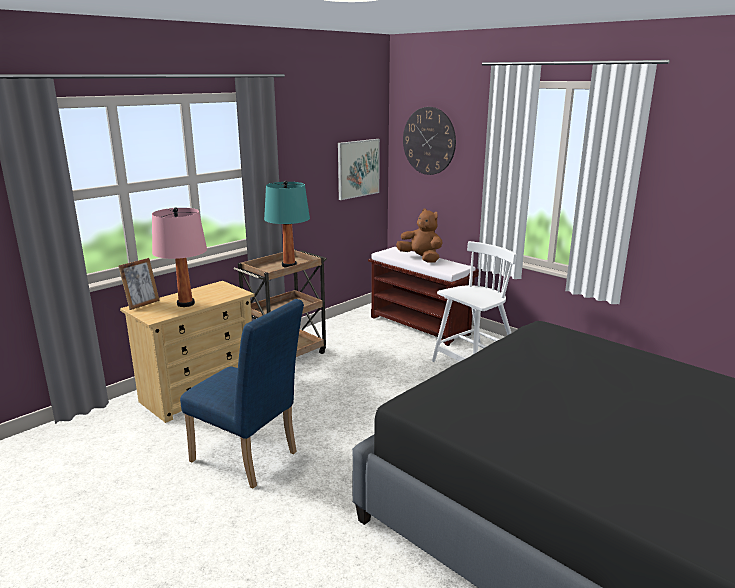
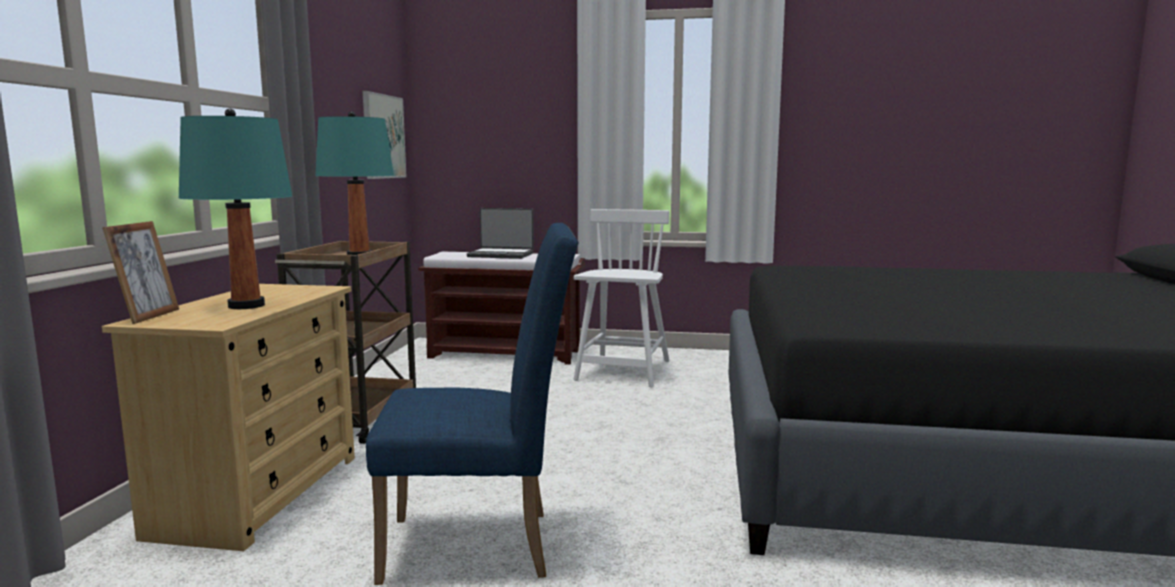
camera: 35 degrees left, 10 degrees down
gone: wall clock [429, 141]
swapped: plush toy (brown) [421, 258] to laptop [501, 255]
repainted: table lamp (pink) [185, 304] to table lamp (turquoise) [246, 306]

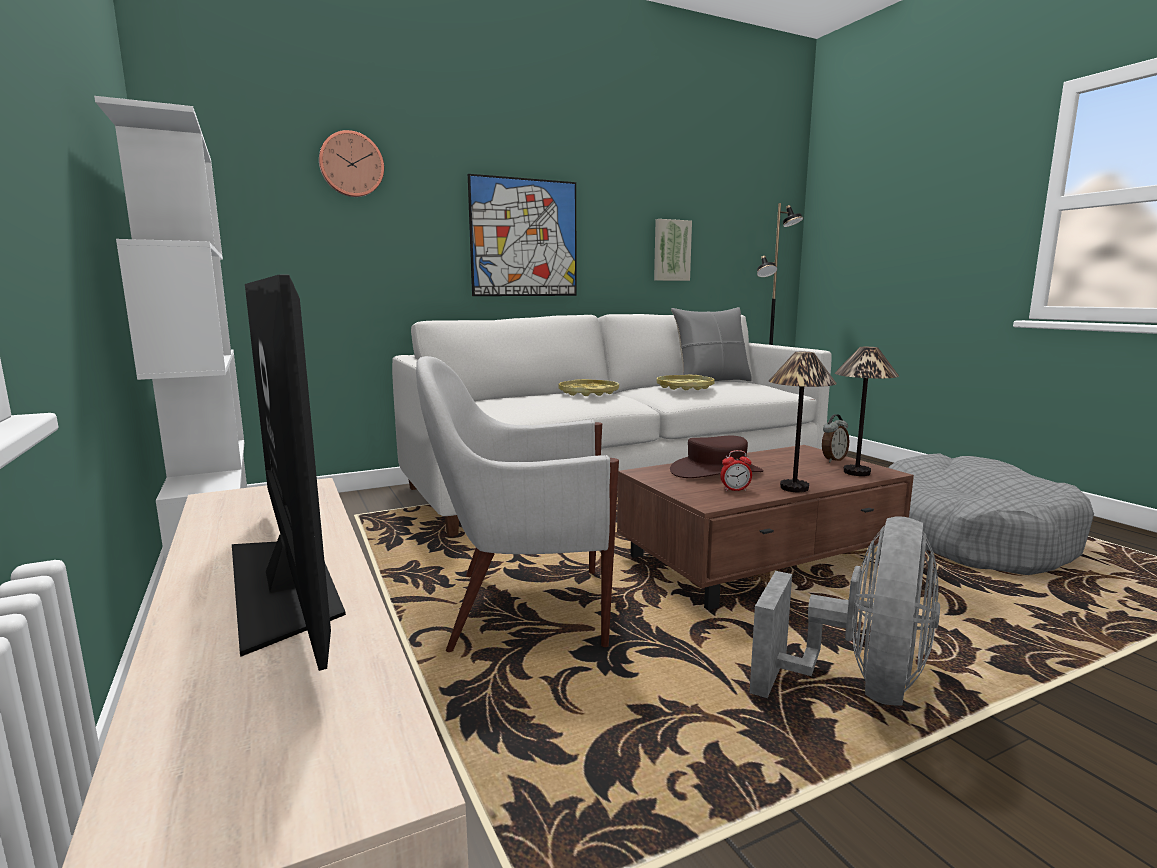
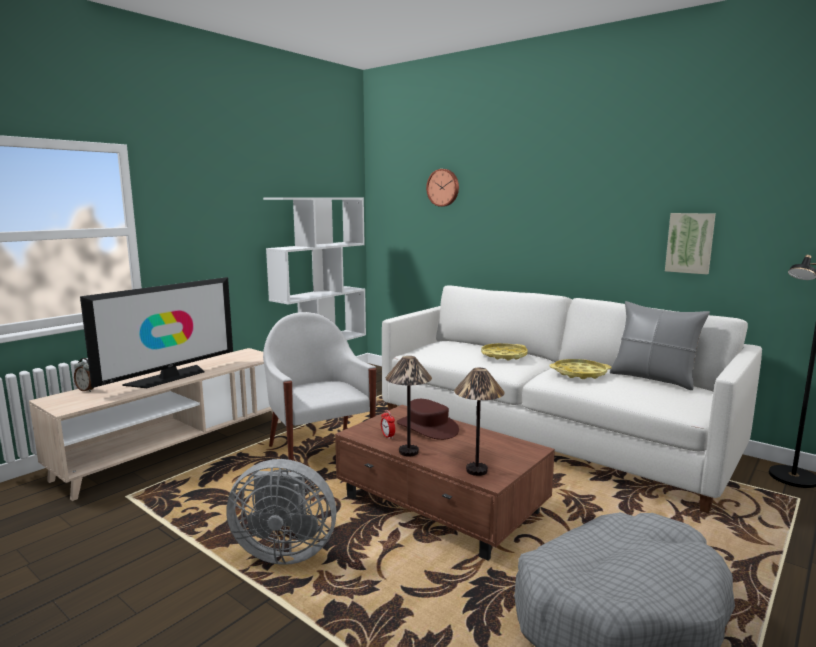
camera: 65 degrees right, 0 degrees up
gone: picture [524, 238]
shifted: alarm clock [833, 460] to [87, 390]

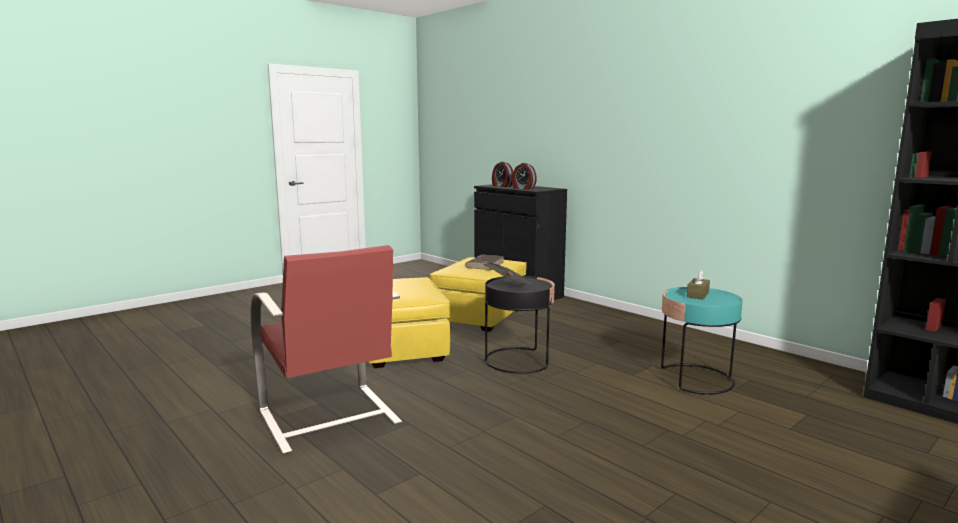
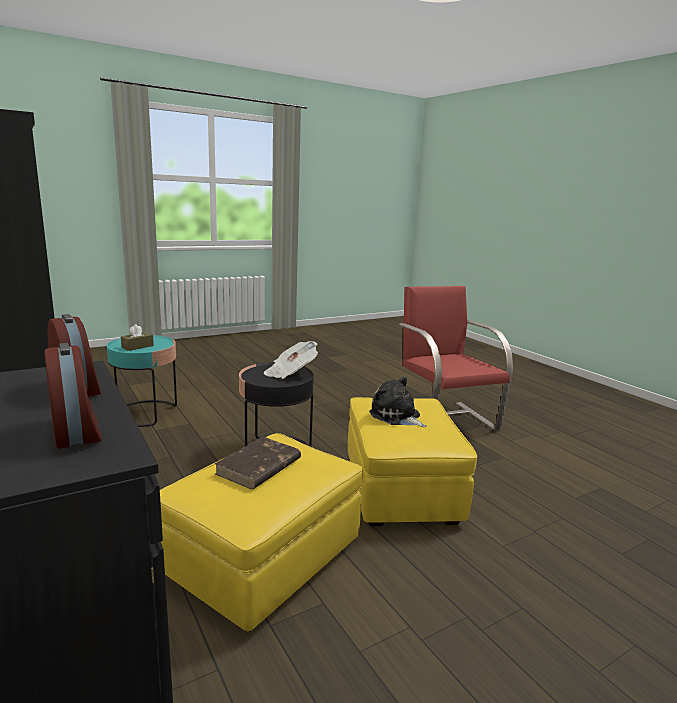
camera: 170 degrees left, 5 degrees up
new: plush toy [396, 416]

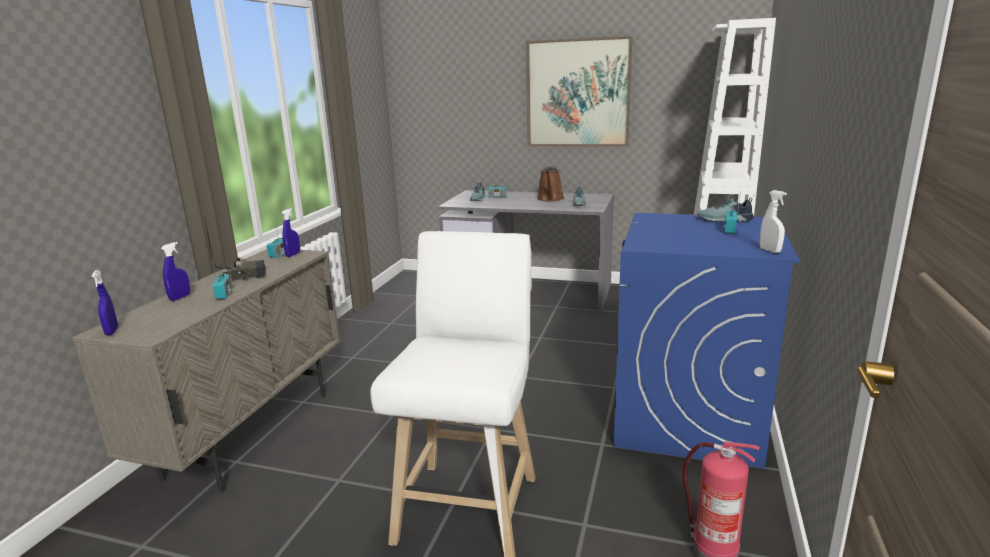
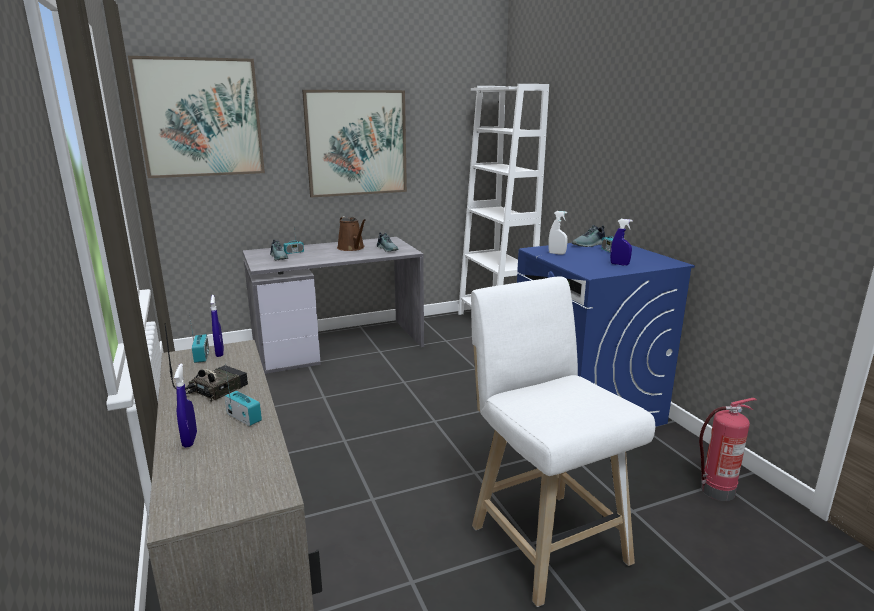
camera: 40 degrees left, 0 degrees up
new: picture [200, 118]
shifted: spray bottle (blue) [112, 331] to [619, 264]; spray bottle (white) [770, 251] to [557, 253]

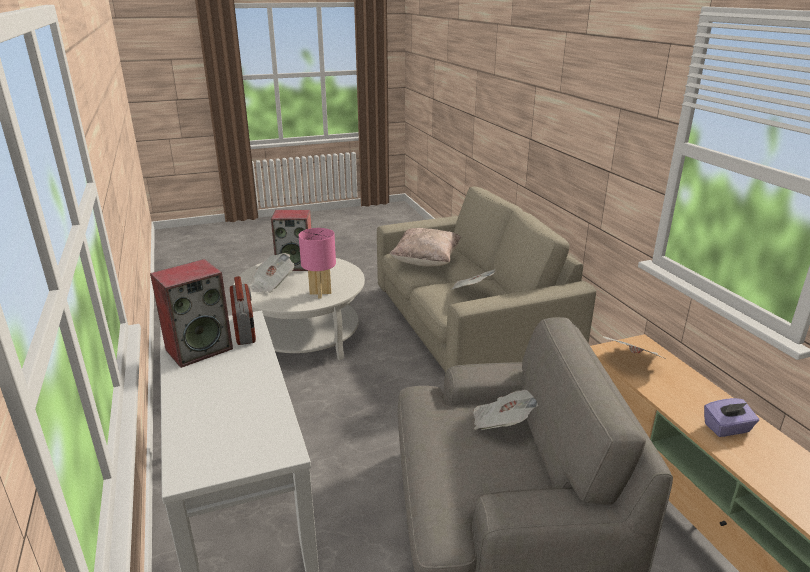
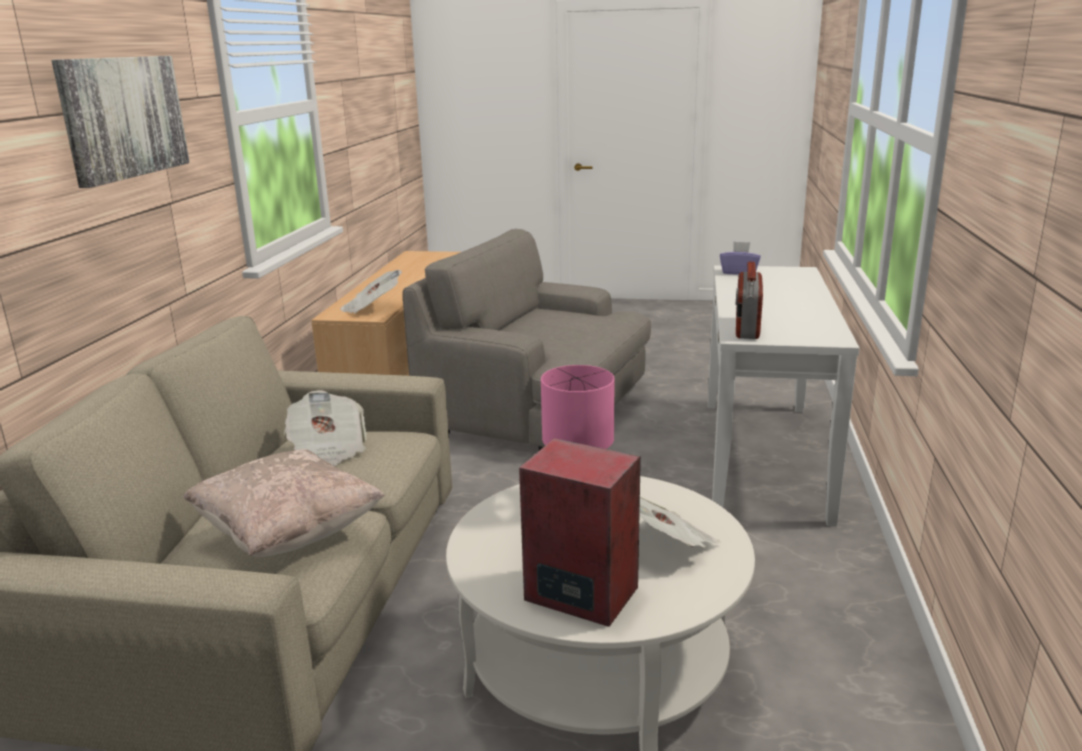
camera: 150 degrees left, 5 degrees down
gone: speaker [199, 348]; newspaper [502, 423]
new: picture [123, 117]
shifted: tissue box (purple) [727, 428] to [739, 272]

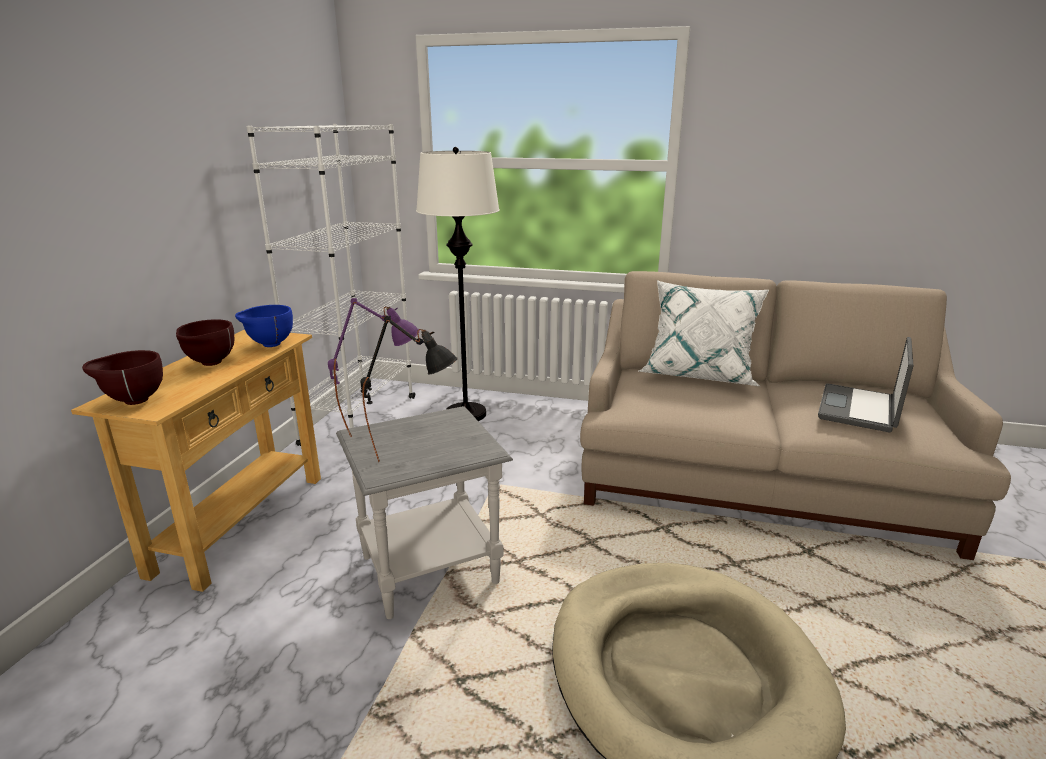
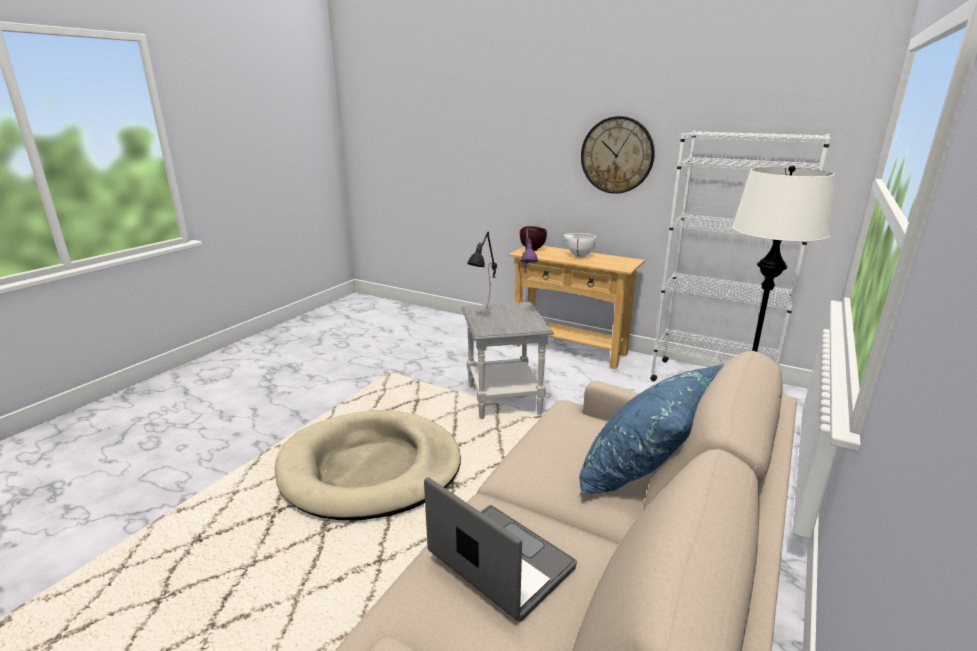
camera: 105 degrees right, 0 degrees up
gone: bowl (blue) [269, 345]
new: wall clock [617, 155]
repainted: bowl (brown) [210, 364] to bowl (white) [578, 256]; pillow (white) [699, 374] to pillow (blue) [644, 473]

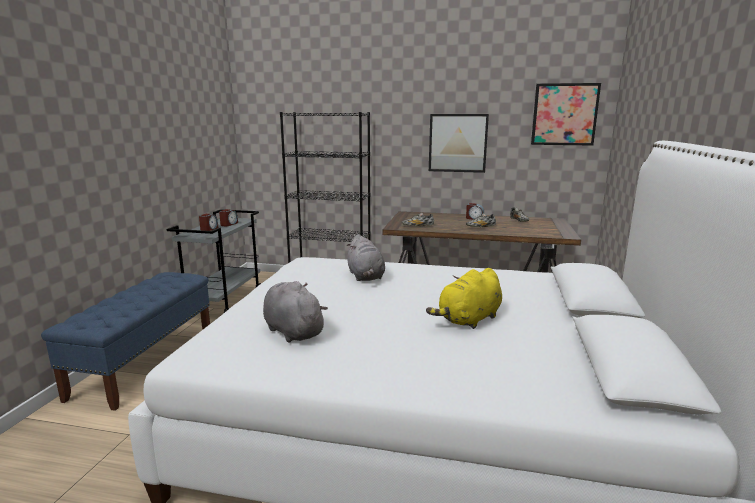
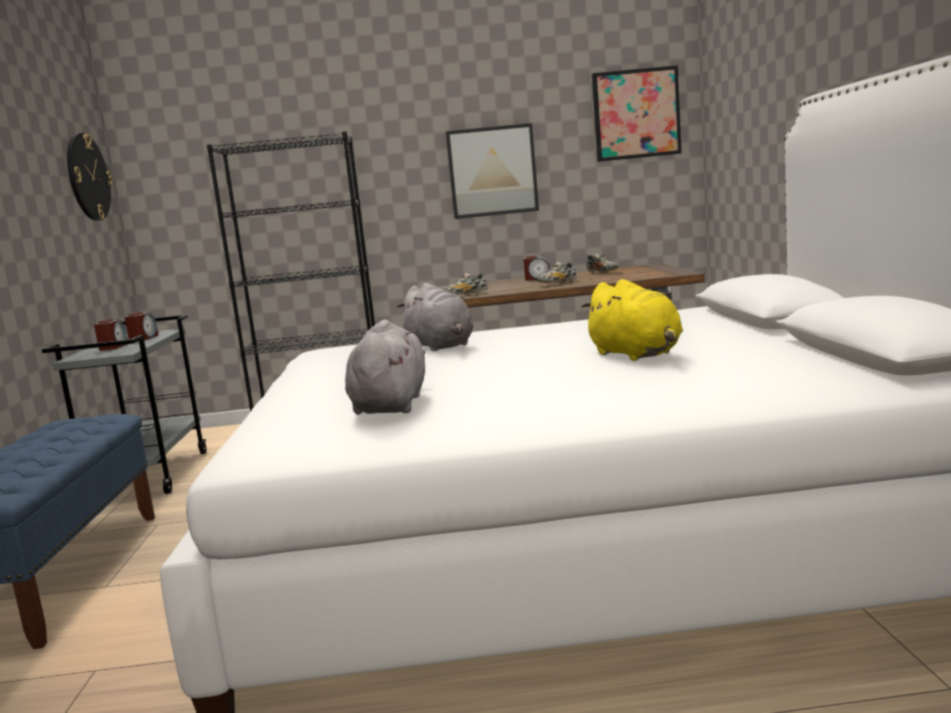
camera: 15 degrees left, 5 degrees down
new: wall clock [88, 177]
rotated: plush toy (grey) [292, 331] = [391, 405] 60 degrees clockwise; plush toy (yellow) [468, 320] = [637, 355] 60 degrees counterclockwise

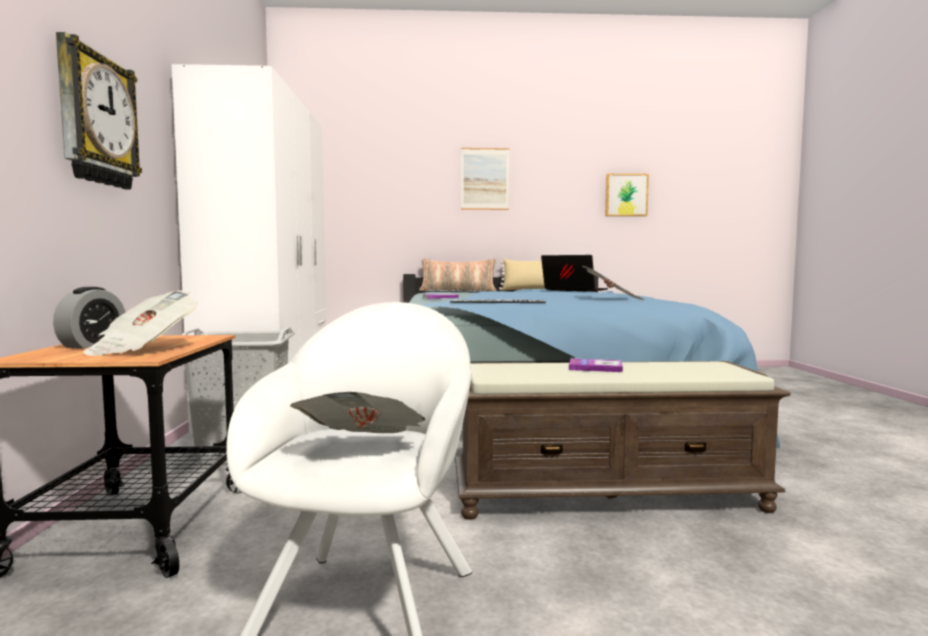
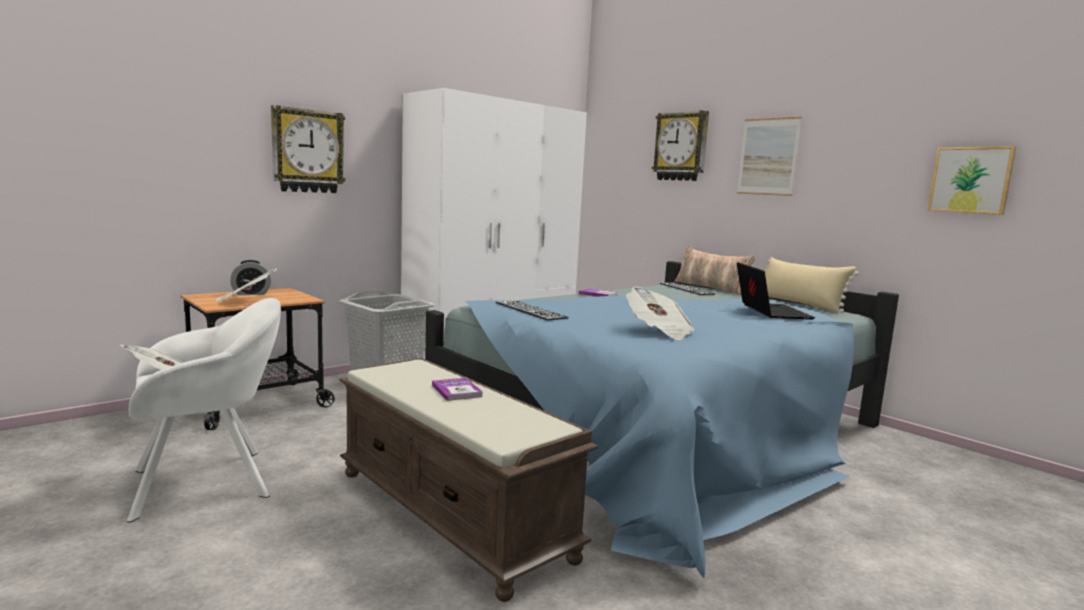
camera: 50 degrees right, 5 degrees up
new: wall clock [681, 146]

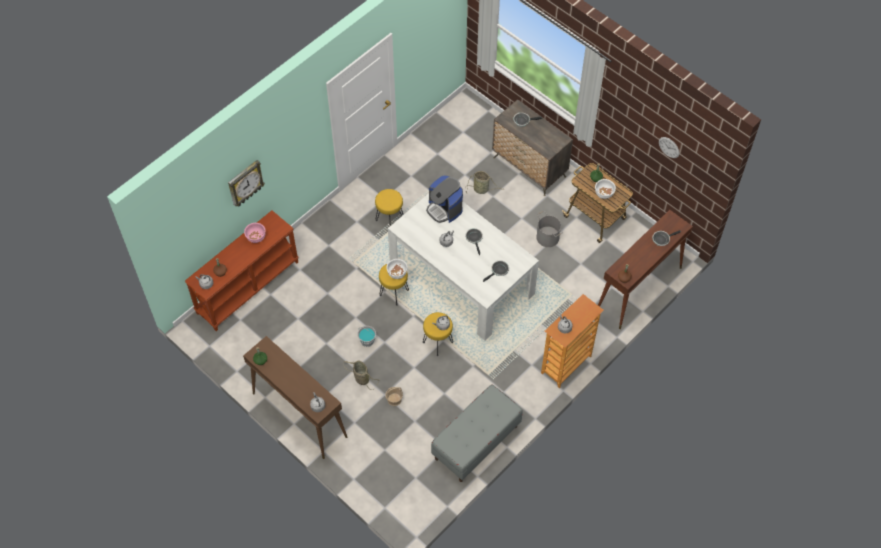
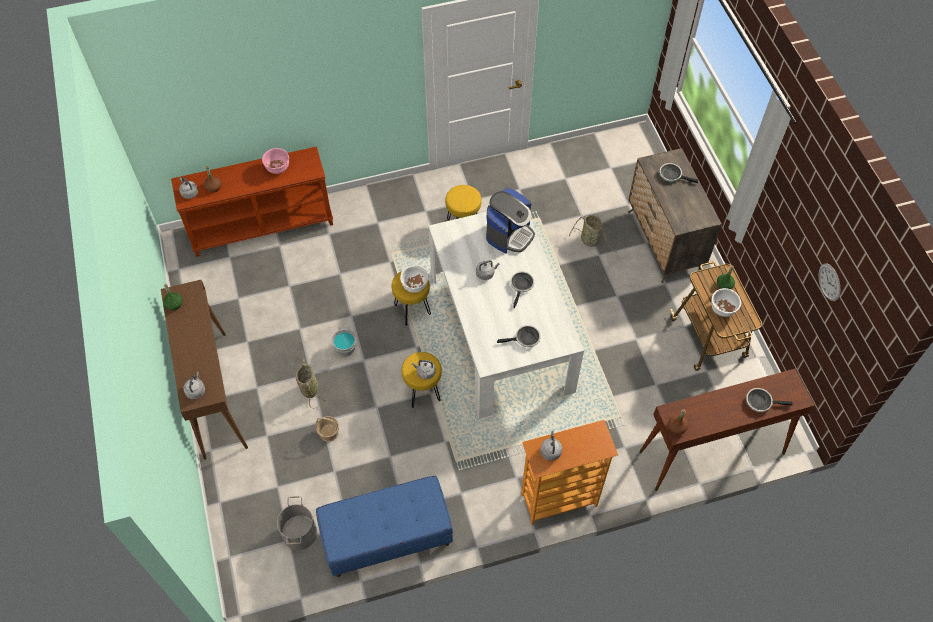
camera: 30 degrees right, 0 degrees up
gone: wall clock [245, 183]
shifted: bucket (grey) [547, 237] to [299, 533]
repainted: bench (grey) [476, 443] to bench (blue) [387, 538]
rotated: coffee machine [444, 209] = [509, 234] 135 degrees counterclockwise

